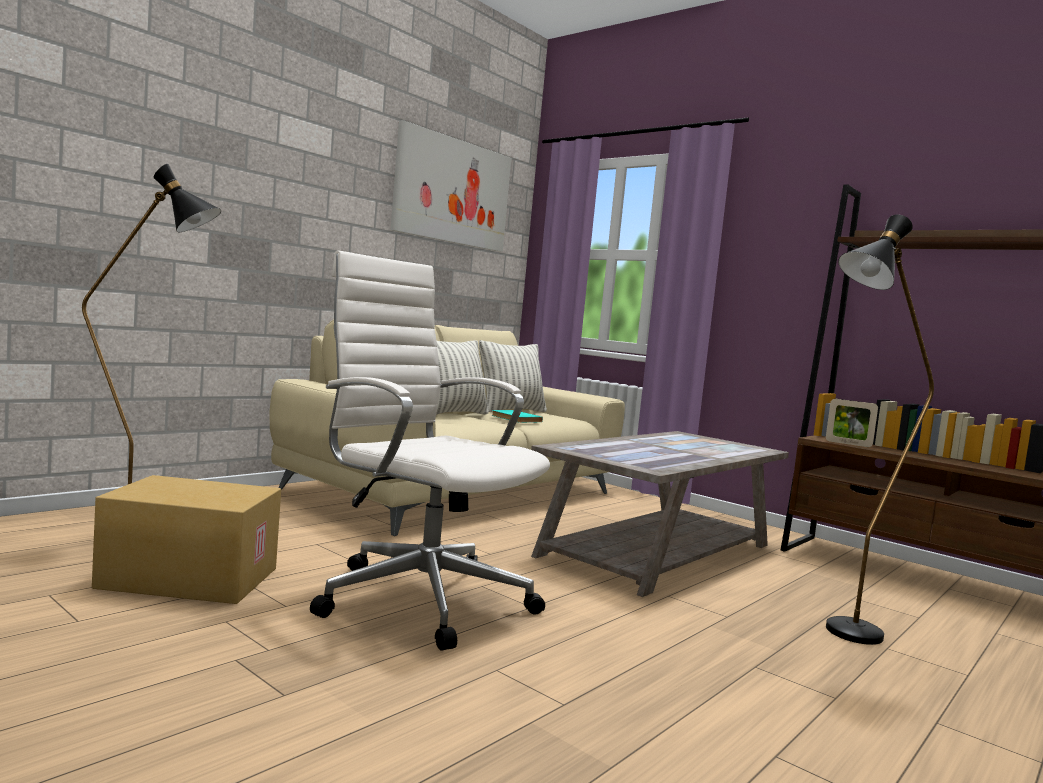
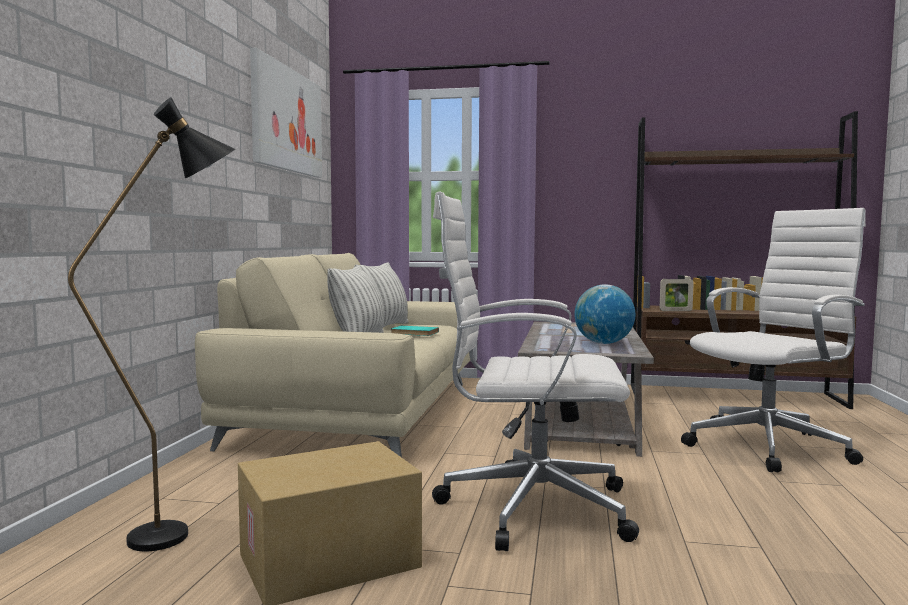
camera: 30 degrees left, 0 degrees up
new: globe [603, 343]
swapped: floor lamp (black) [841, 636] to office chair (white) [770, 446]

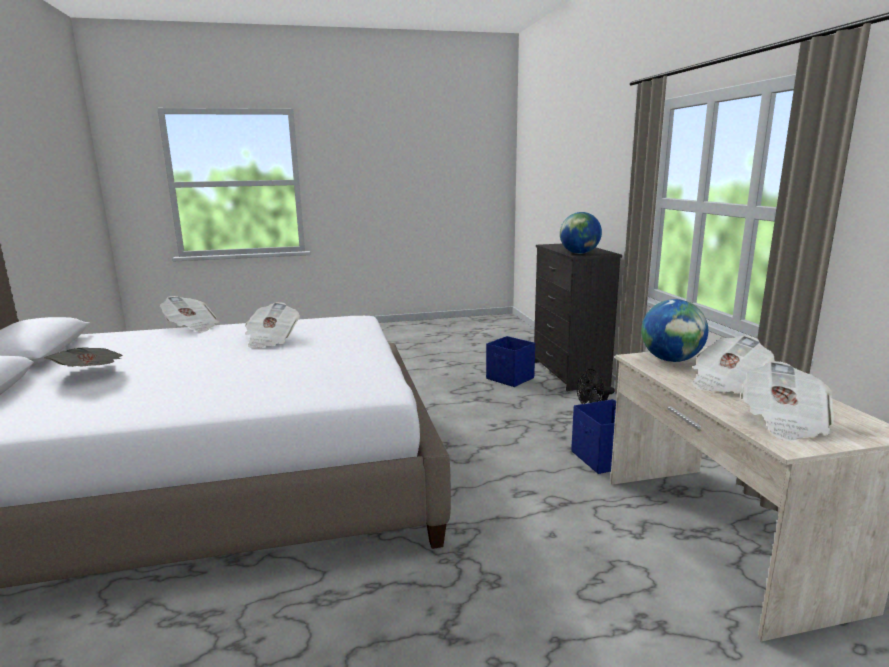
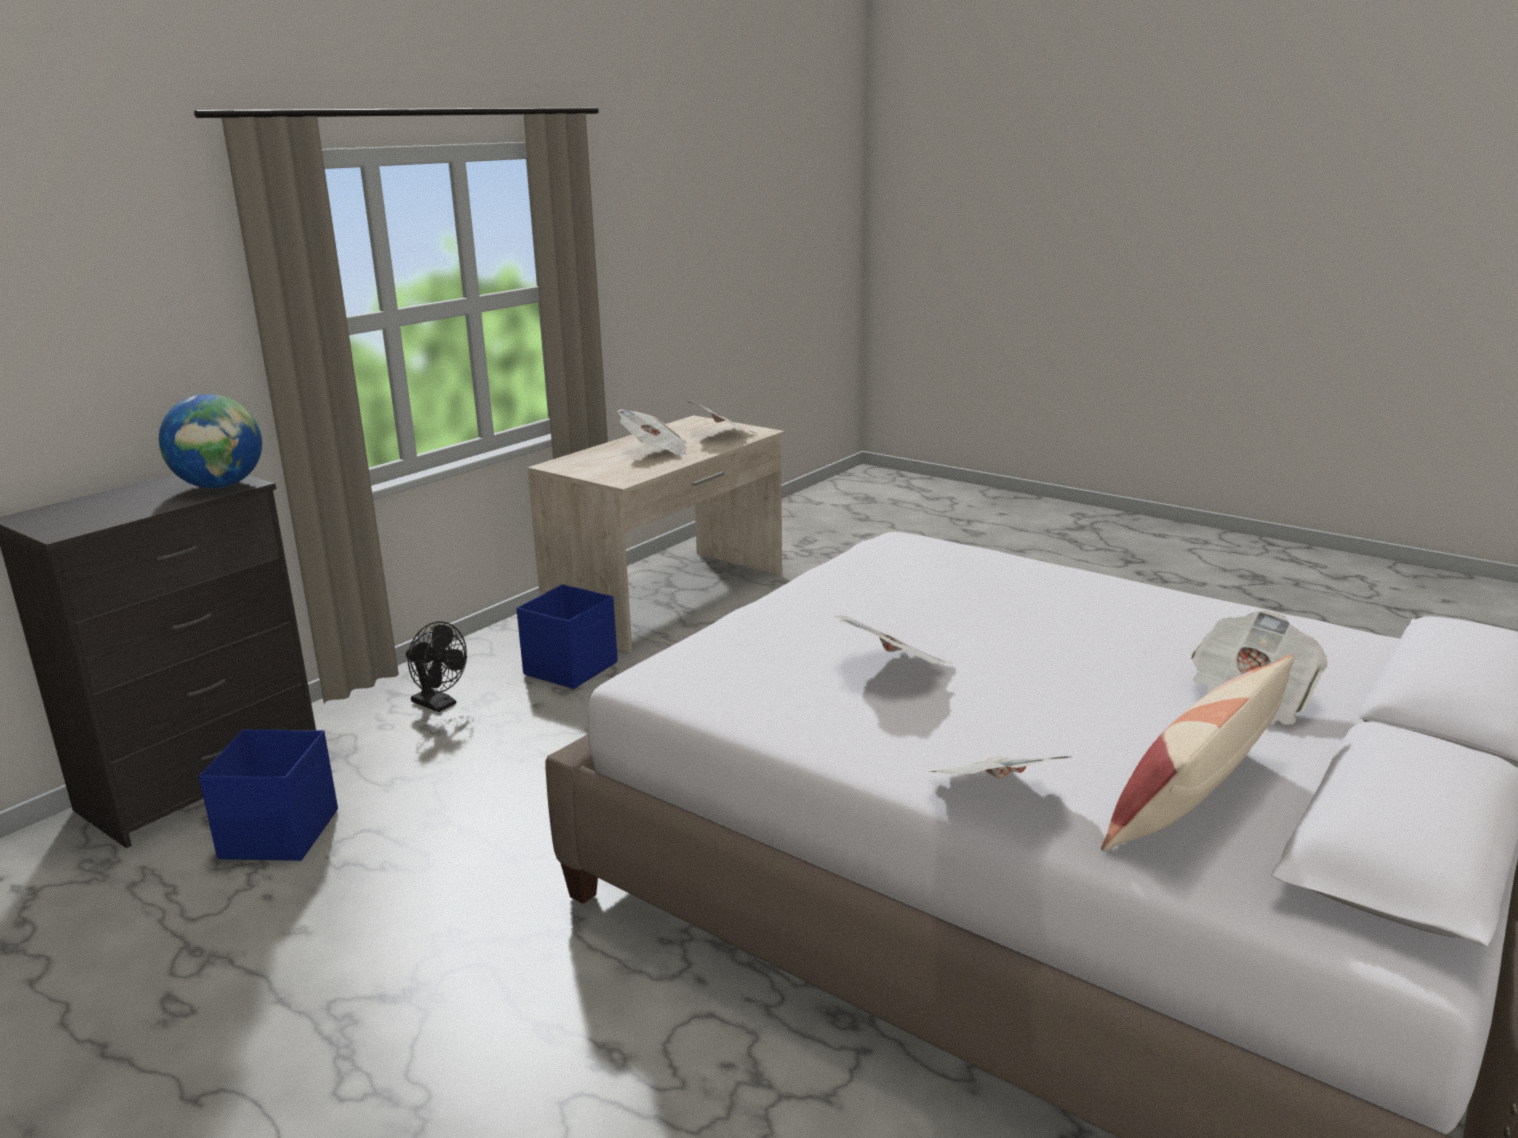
camera: 130 degrees left, 5 degrees up
gone: globe [671, 360]
new: pillow [1196, 800]

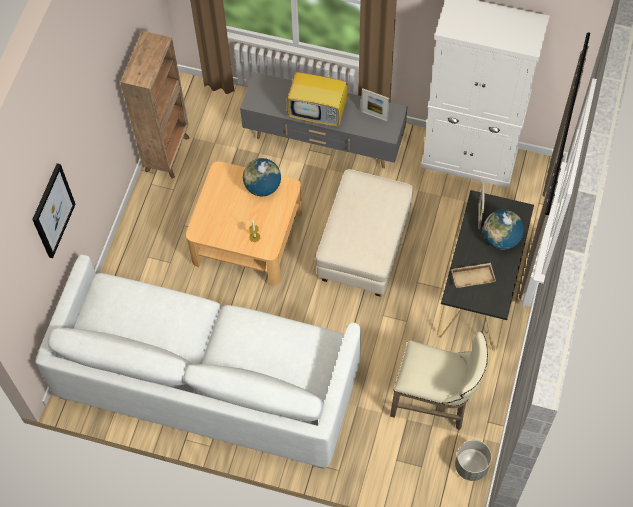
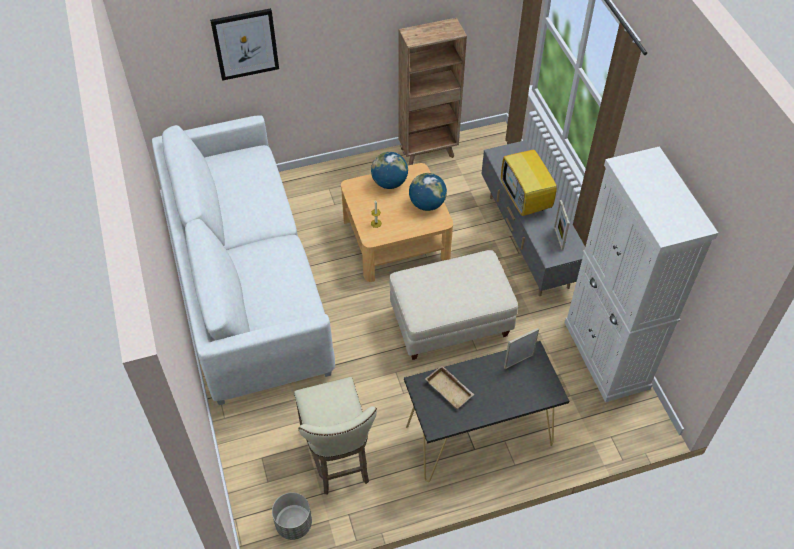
camera: 55 degrees right, 10 degrees down
shifted: globe [501, 239] to [389, 183]

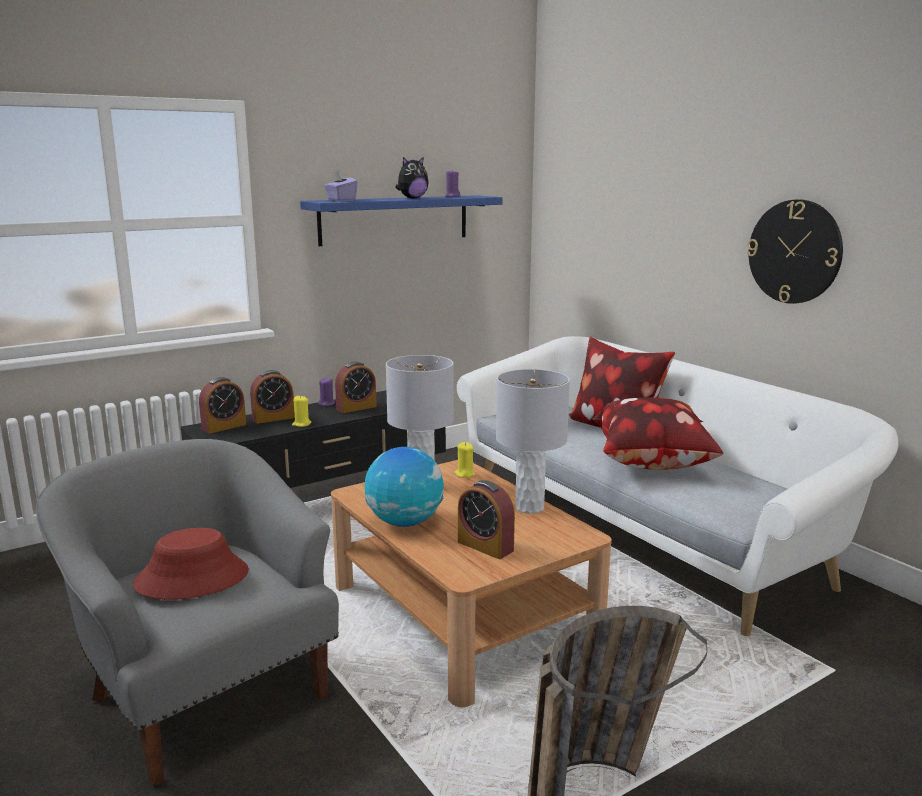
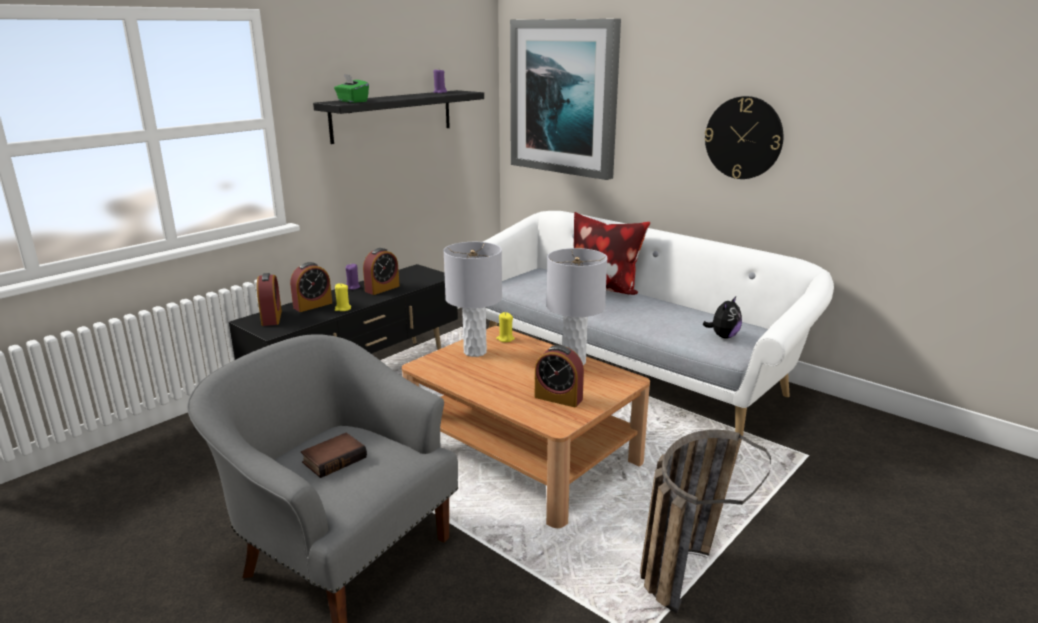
camera: 15 degrees left, 5 degrees up
gone: globe [404, 522]; pillow [653, 465]
new: picture [564, 97]
shifted: plush toy [412, 198] to [723, 336]
swapped: hat (red) [192, 578] to book [334, 459]
repainted: shelf (blue) [395, 219] to shelf (black) [392, 115]; tissue box (purple) [341, 200] to tissue box (green) [352, 101]
rotated: alarm clock [224, 427] = [271, 318] 45 degrees counterclockwise

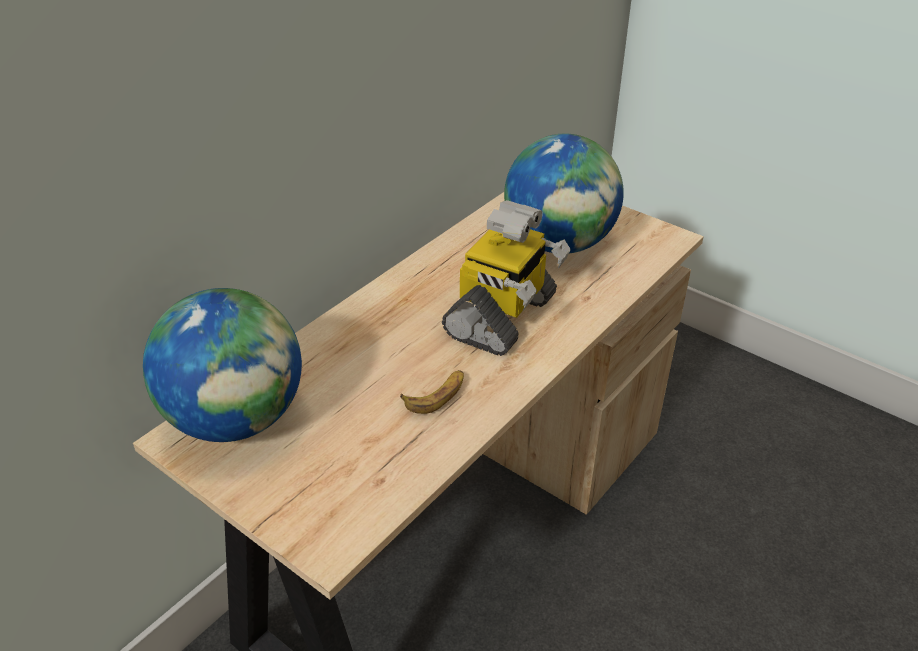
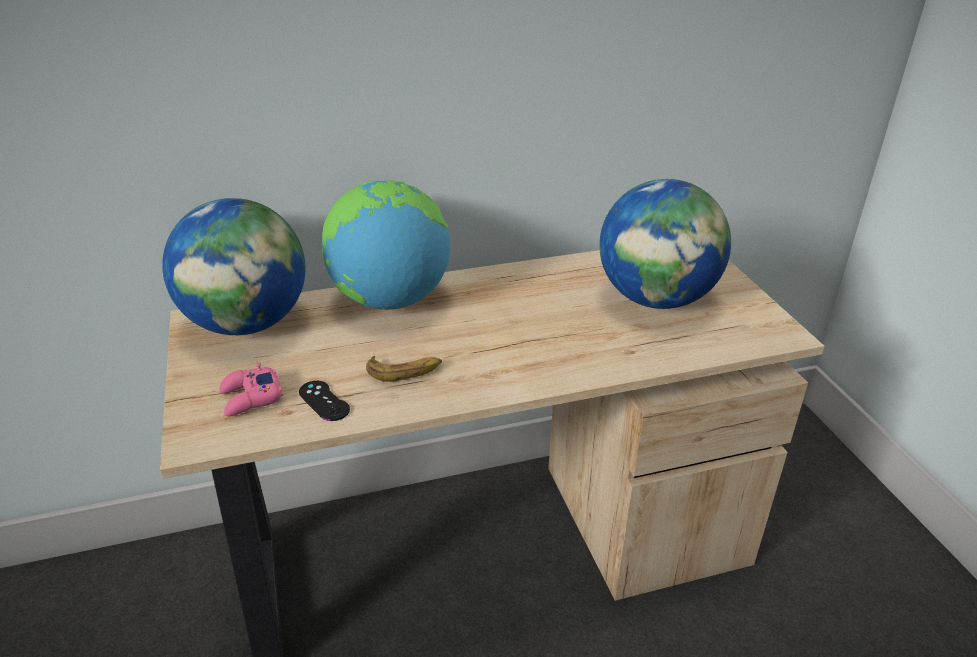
camera: 35 degrees right, 5 degrees down
gone: toy robot [502, 317]
new: game controller (pink) [250, 398]; game controller (black) [324, 401]; globe [389, 300]

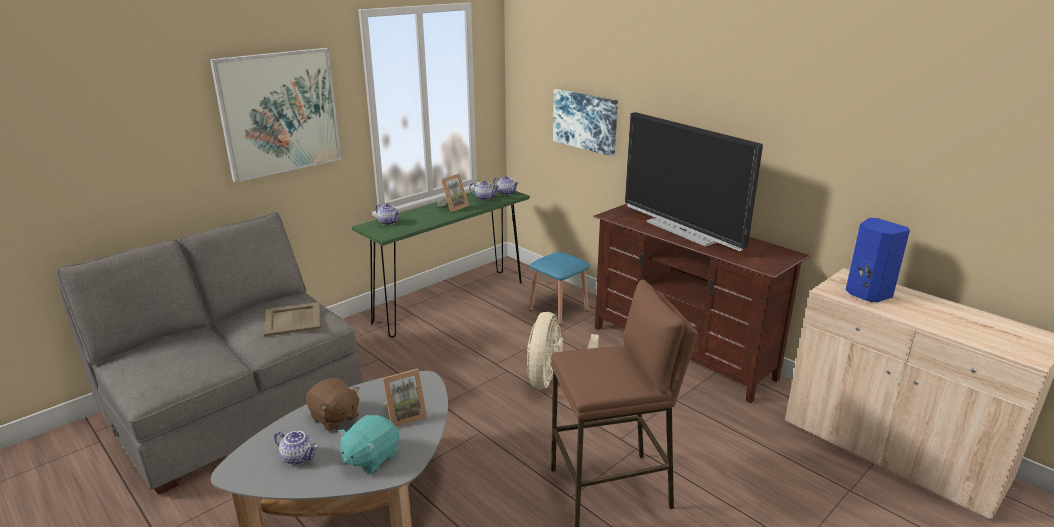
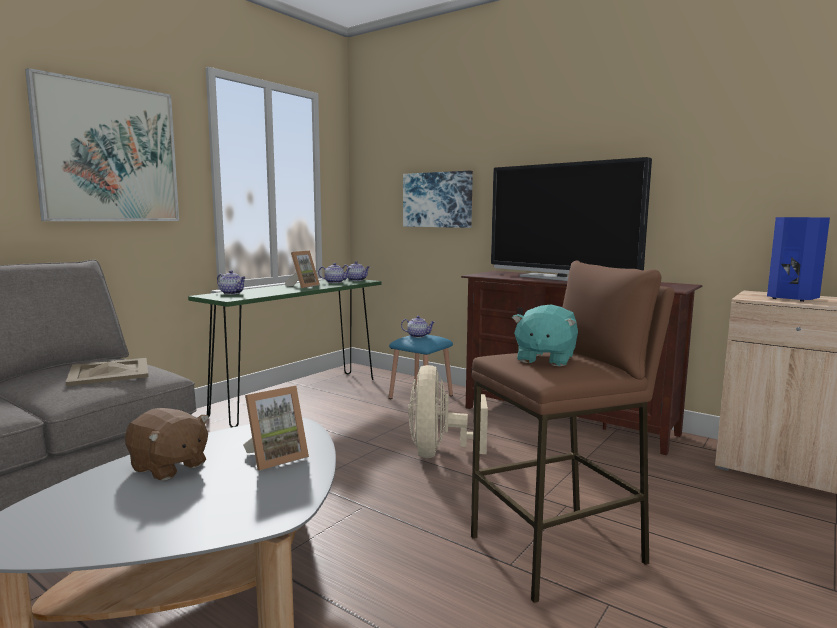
camera: 10 degrees left, 15 degrees down
shifted: teapot [299, 457] to [418, 336]; plush toy (turquoise) [370, 458] to [544, 359]

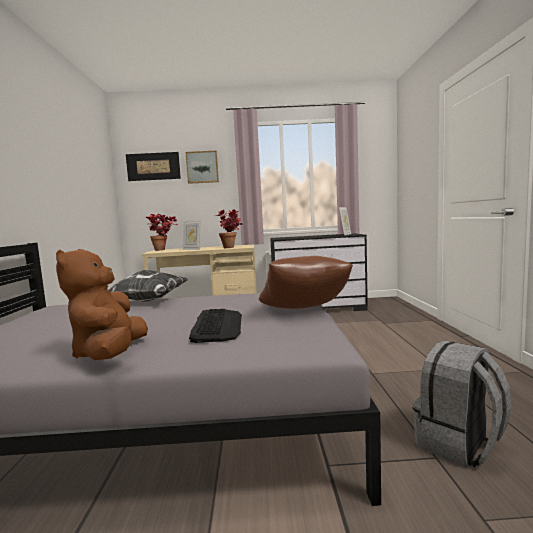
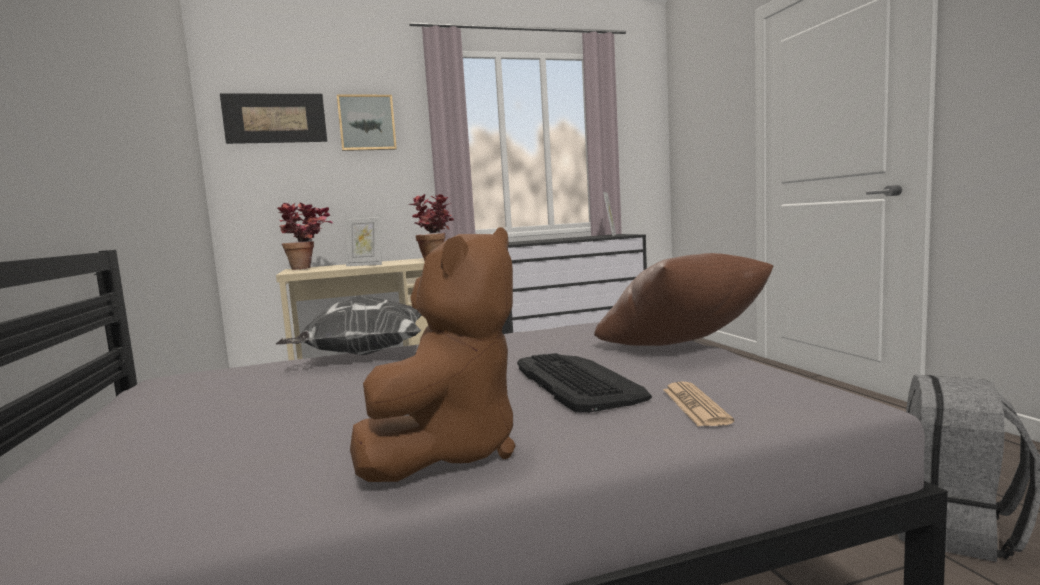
camera: 15 degrees left, 0 degrees up
new: newspaper [695, 405]
rotated: plush toy (brown) [110, 354] = [449, 451] 135 degrees counterclockwise

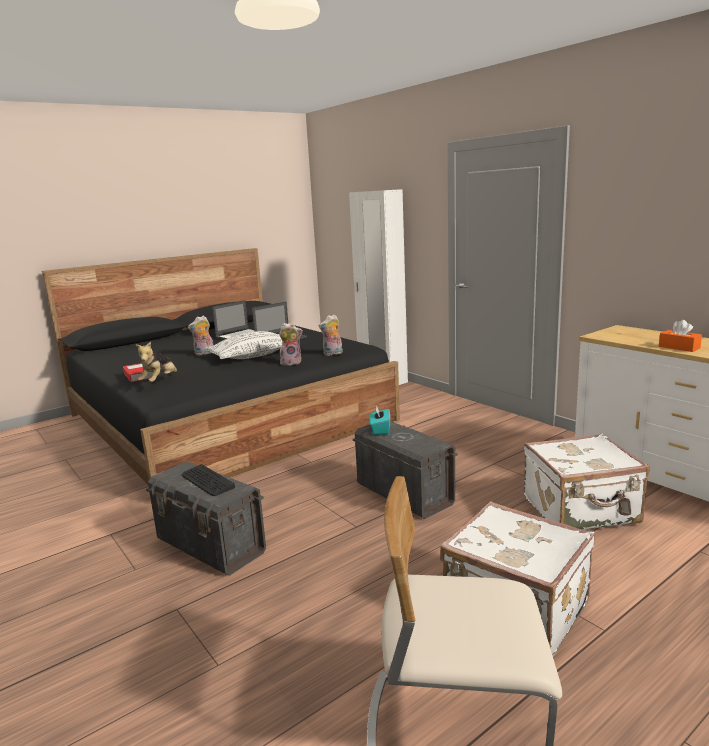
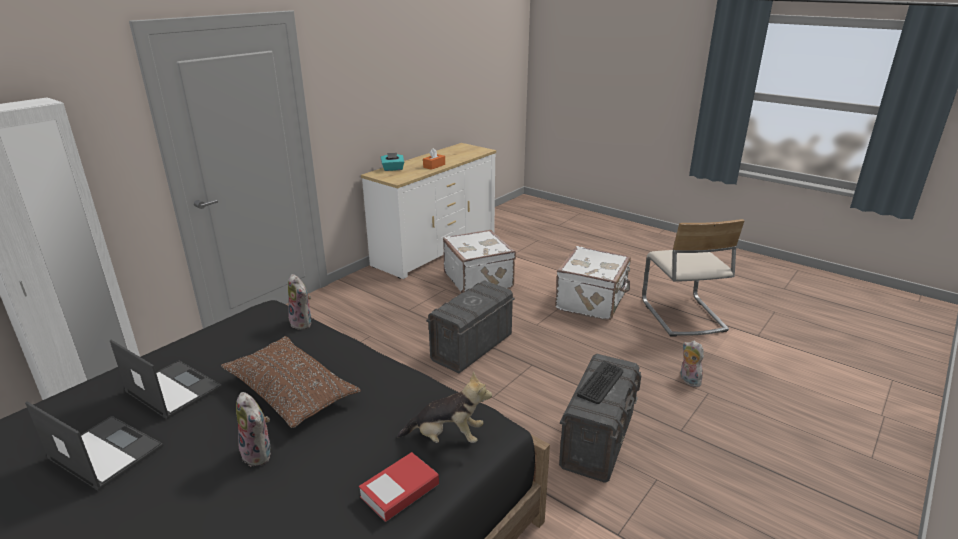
camera: 105 degrees left, 10 degrees up
shifted: plush toy [291, 362] to [688, 380]; tissue box (turquoise) [380, 430] to [393, 169]
repainted: pillow (white) [253, 356] to pillow (brown) [291, 392]

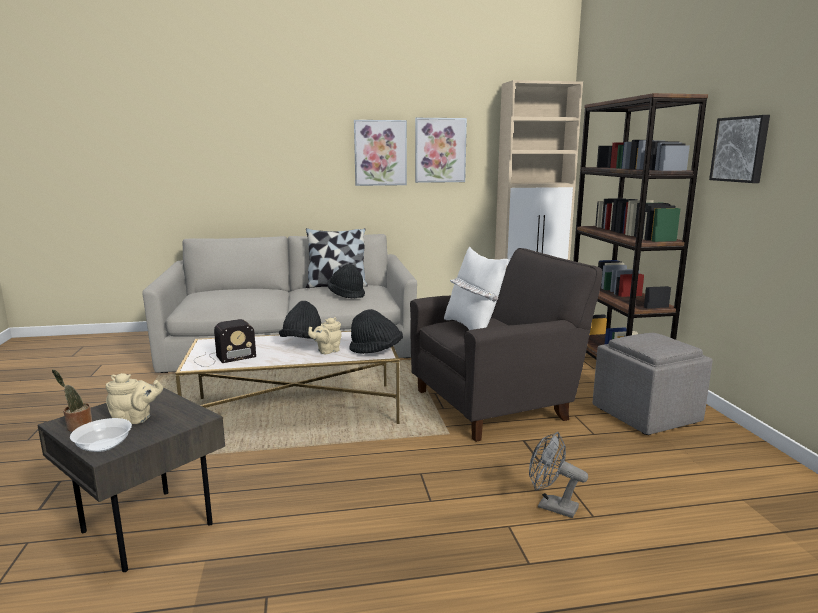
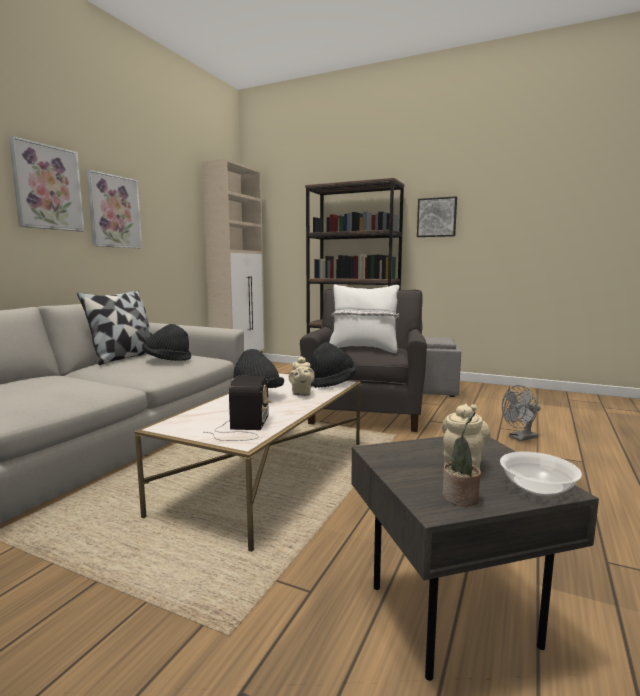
camera: 55 degrees left, 5 degrees down
shifted: picture [440, 150] to [47, 187]

